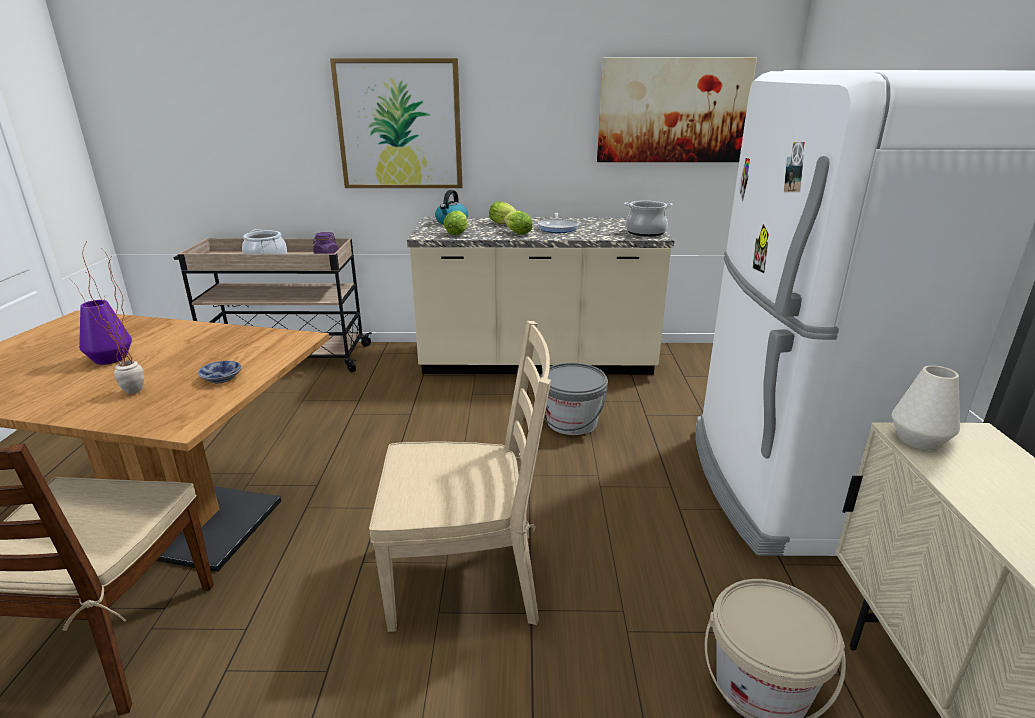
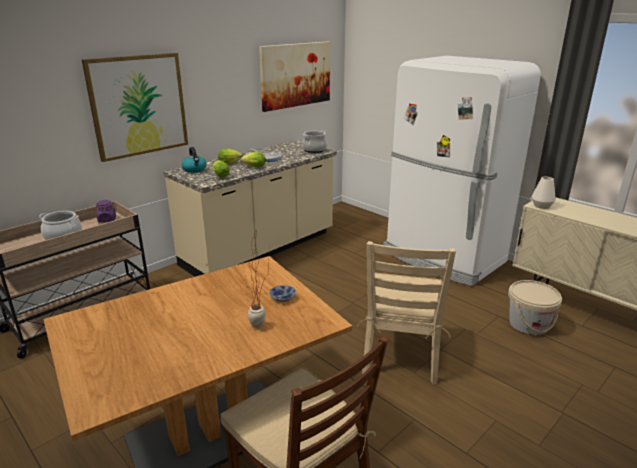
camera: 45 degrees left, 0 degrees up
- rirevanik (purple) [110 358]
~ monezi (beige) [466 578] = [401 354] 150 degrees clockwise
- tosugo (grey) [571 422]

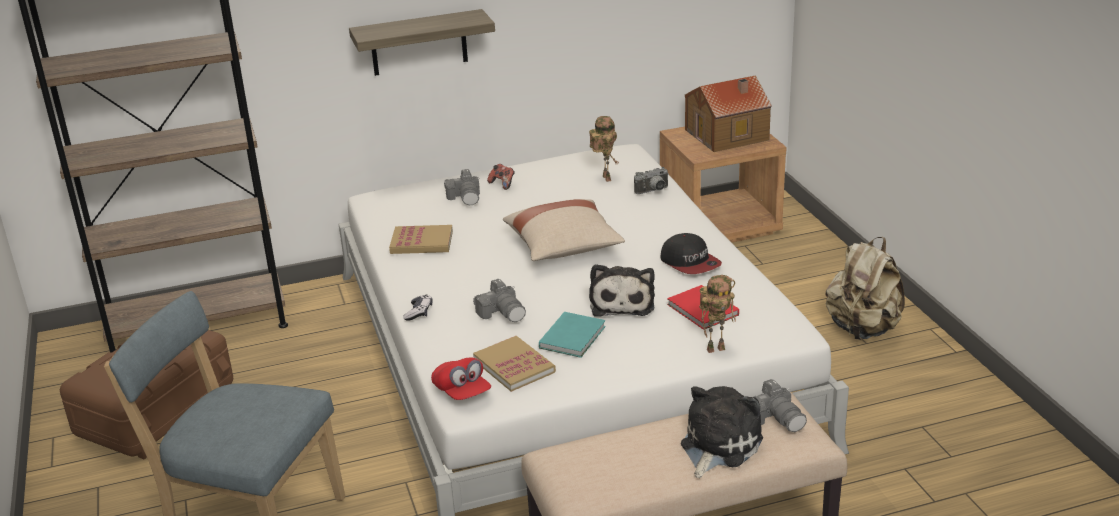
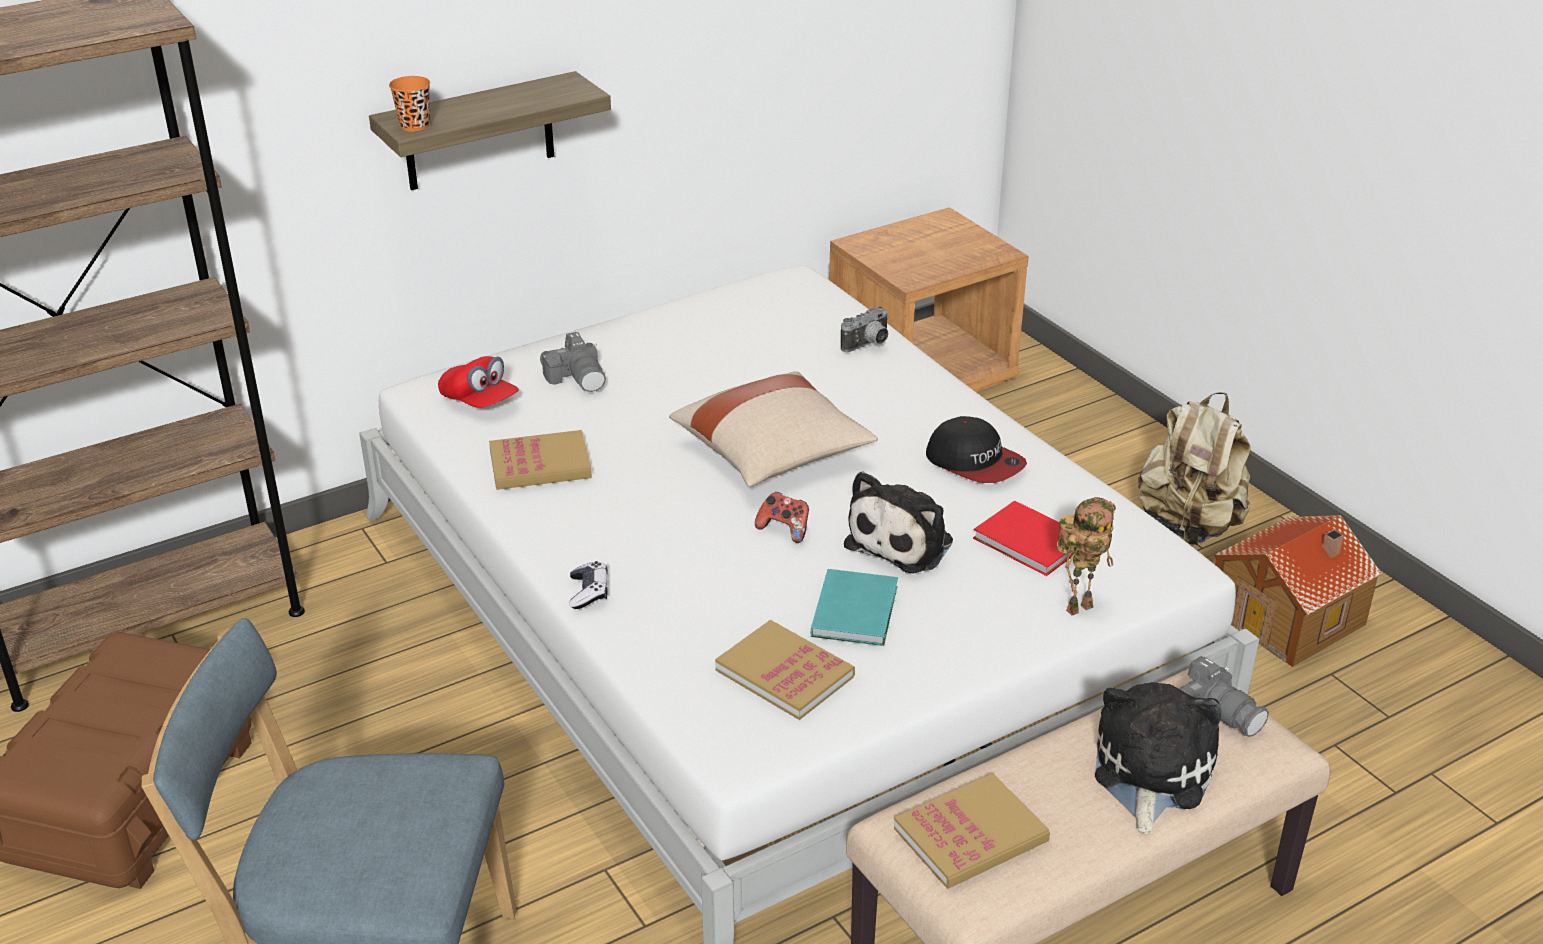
camera: 15 degrees left, 5 degrees up
~ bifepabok [728 135] to [1289 617]
- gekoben [604 178]
~ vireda [502 184] to [784 530]
~ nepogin [622 302] = [903 541] 45 degrees clockwise
- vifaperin [502 313]
~ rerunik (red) [462 392] to [479 401]
+ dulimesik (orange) [414 126]
+ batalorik [971 835]

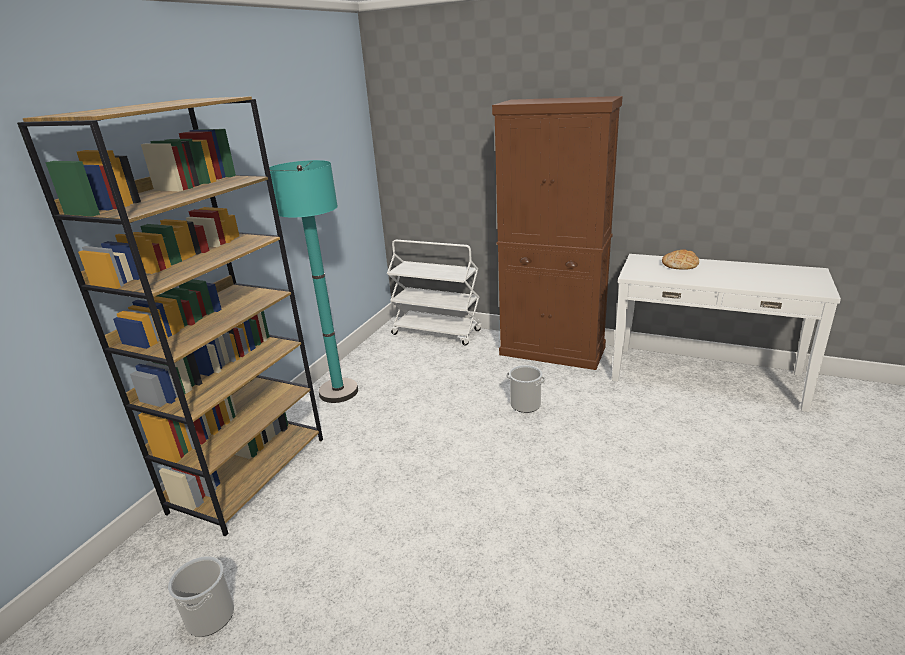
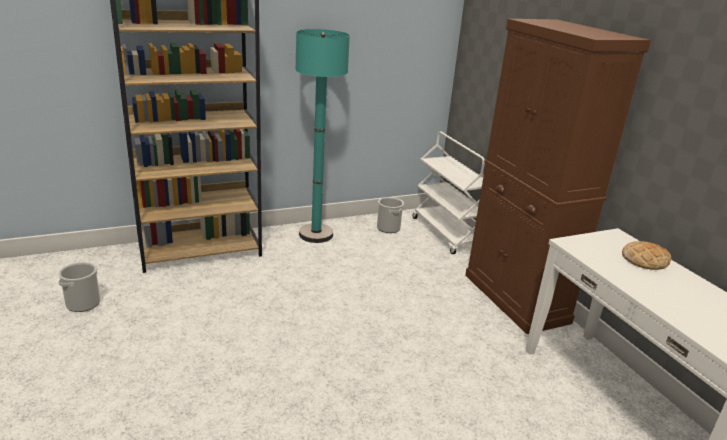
camera: 40 degrees right, 0 degrees up
~ tosugo [525 404] to [388 228]

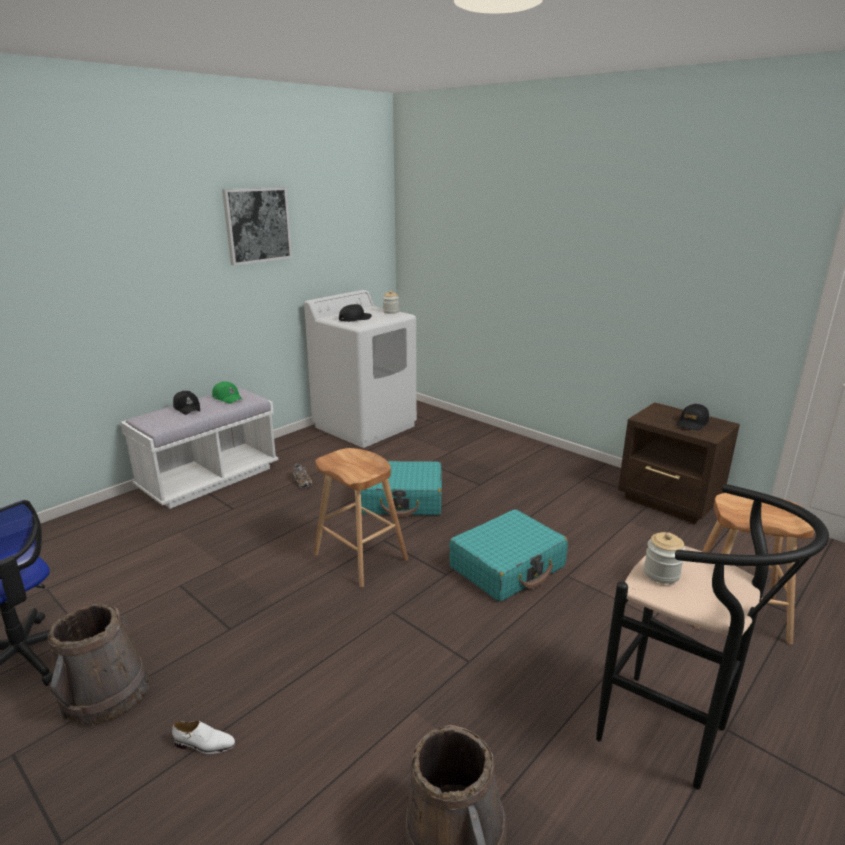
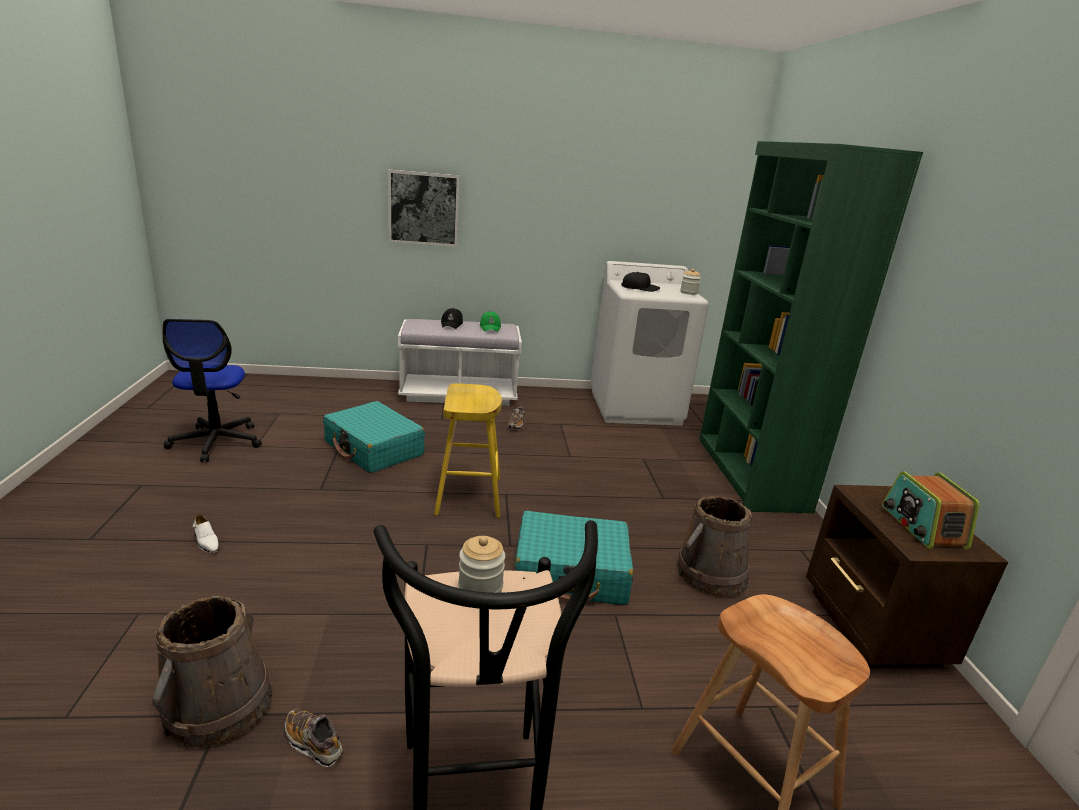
camera: 40 degrees right, 0 degrees up
~ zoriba [257 225] to [423 208]
~ rerunik (black) [692 423] to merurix [922 527]
~ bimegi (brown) [360 557] to bimegi (yellow) [469 495]
~ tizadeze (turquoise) [402 500] to [374 449]
~ tosugo (brown) [105 693] to [711 574]
+ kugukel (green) [750 473]
+ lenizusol [313 743]

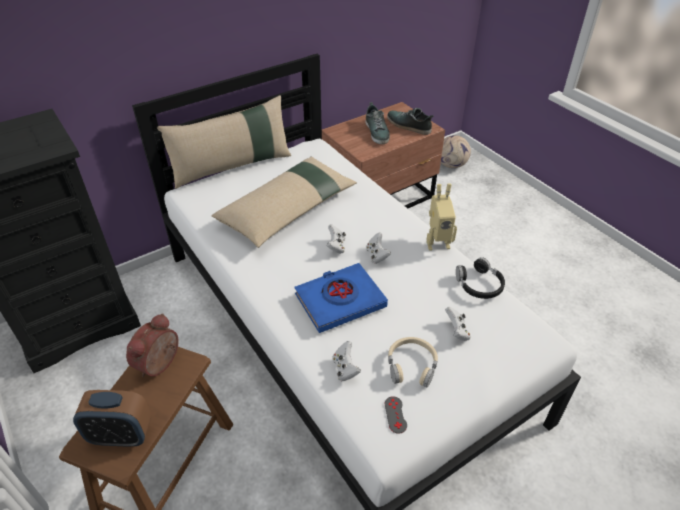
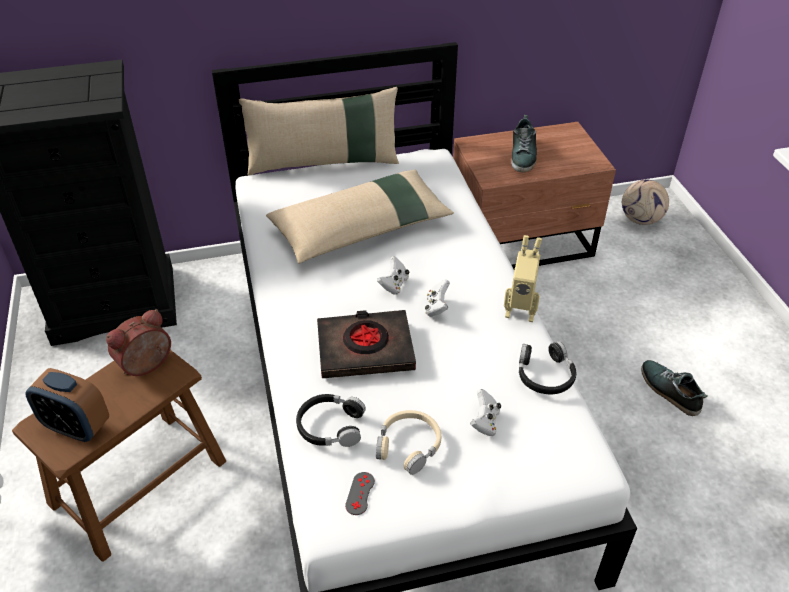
camera: 20 degrees right, 0 degrees up
~ lenizusol [408 125] to [669 391]
~ batalorik (blue) [340 301] to batalorik (black) [365 349]
~ vireda (white) [345 369] to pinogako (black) [330 426]

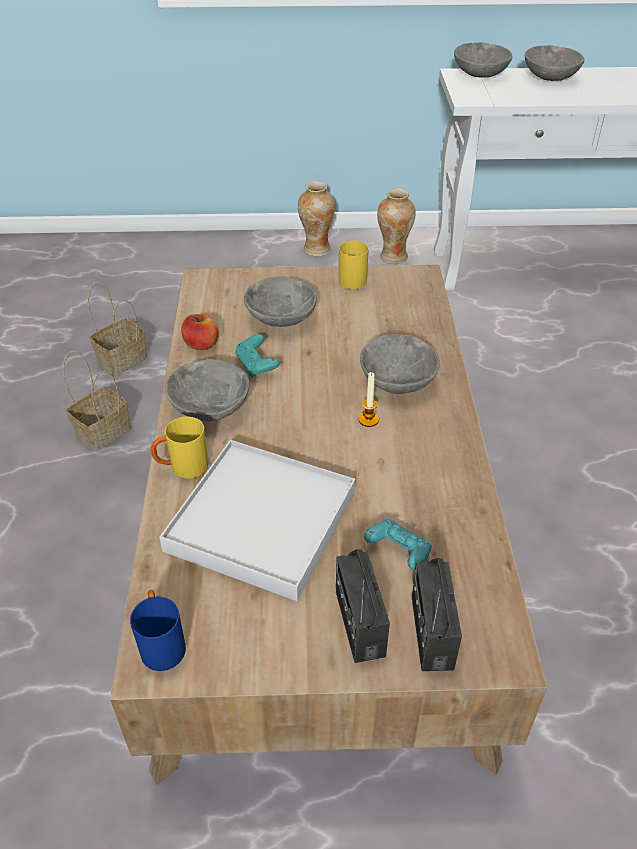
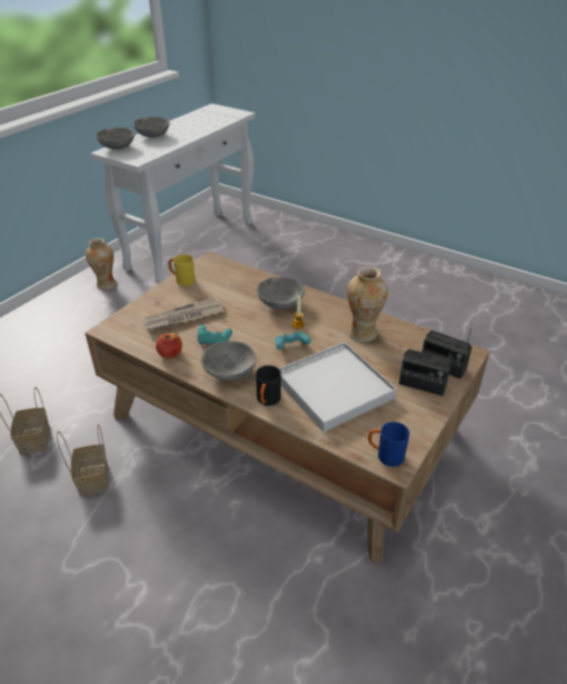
camera: 55 degrees left, 5 degrees down
~ rirevanik [316 249] to [362 333]
~ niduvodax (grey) [280 318] to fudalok [184 317]
~ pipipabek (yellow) [182 468] to pipipabek (black) [267 401]
~ vireda (turquoise) [398 552] to [291 347]

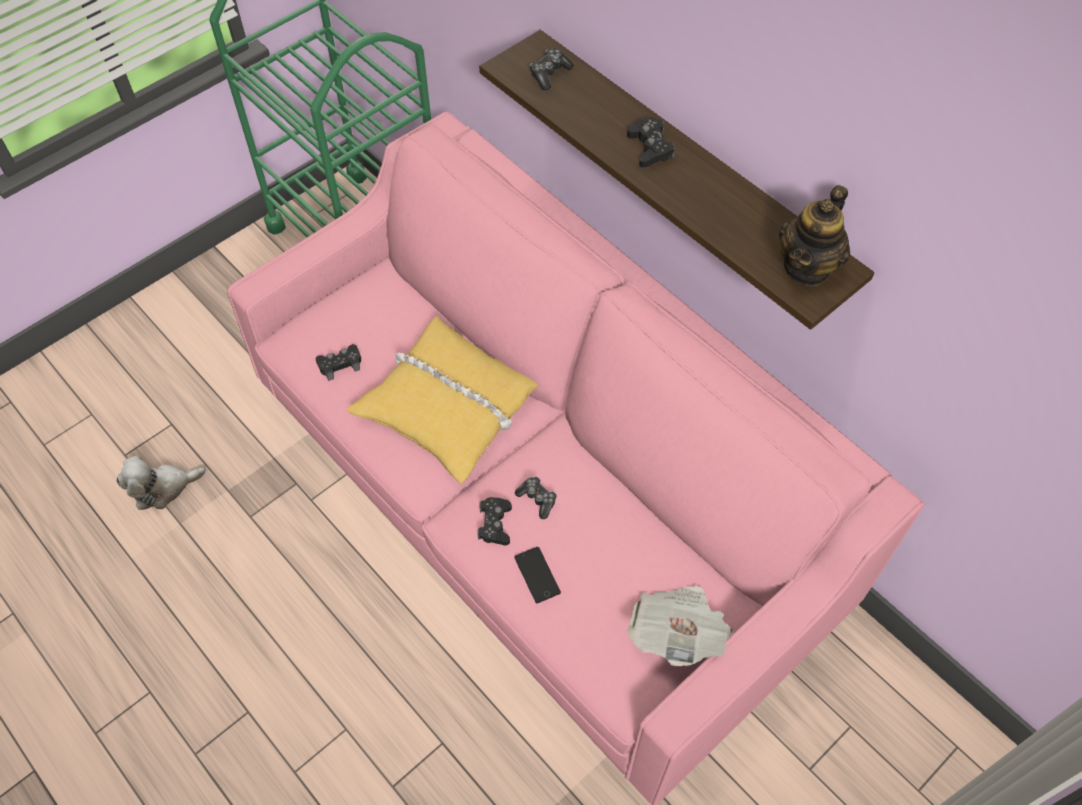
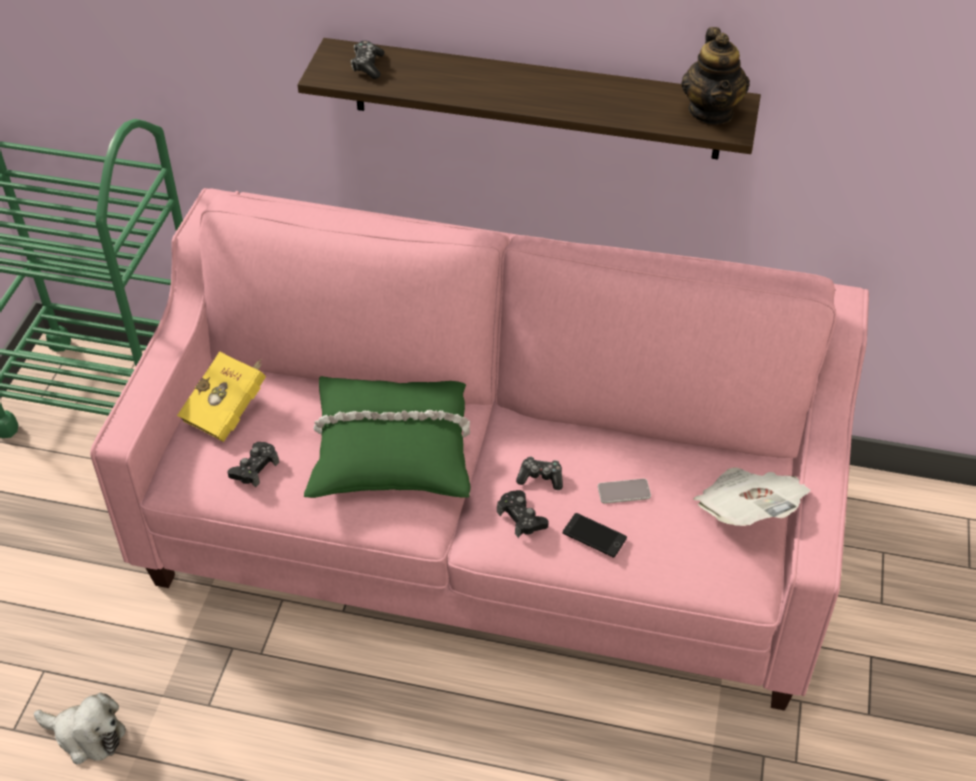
camera: 35 degrees left, 10 degrees down
- vireda (black) [650 148]
~ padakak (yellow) [449 406] to padakak (green) [392 448]
~ nepogin [162 488] = [86 735] 105 degrees counterclockwise
+ batalorik (yellow) [228 409]
+ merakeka [624 492]

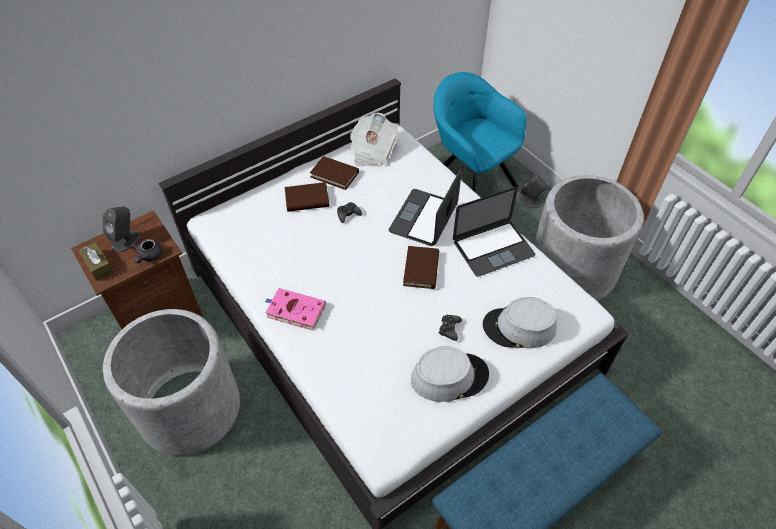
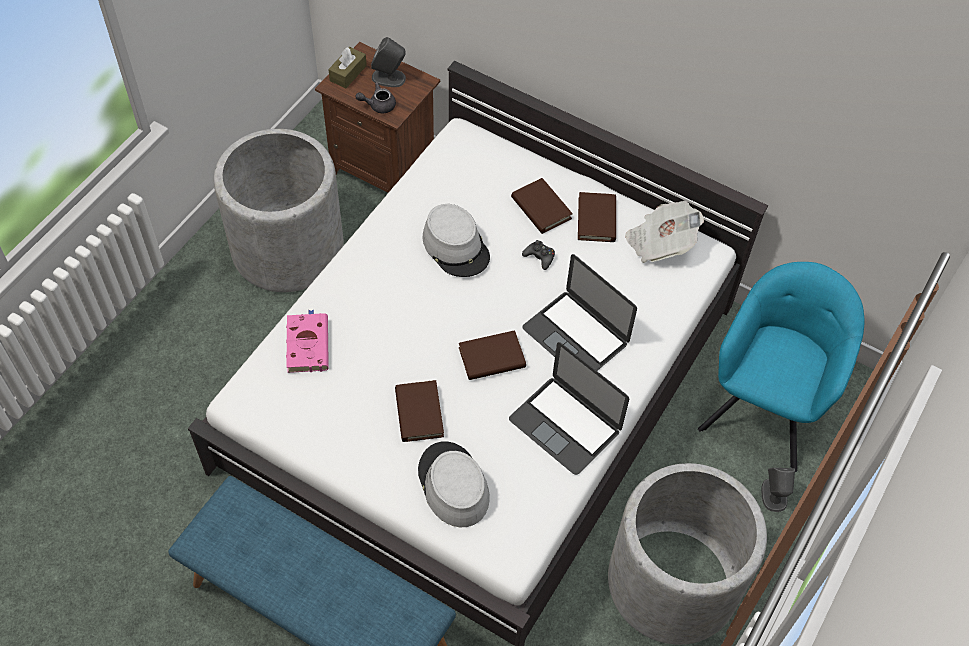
camera: 65 degrees right, 5 degrees up
~ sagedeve [424 218] = [575 335] 135 degrees counterclockwise
~ batalorik (pink) [294 311] to [307 343]
~ vireda (black) [449 329] to batalorik (brown) [419 413]
~ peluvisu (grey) [449 376] to [456 247]

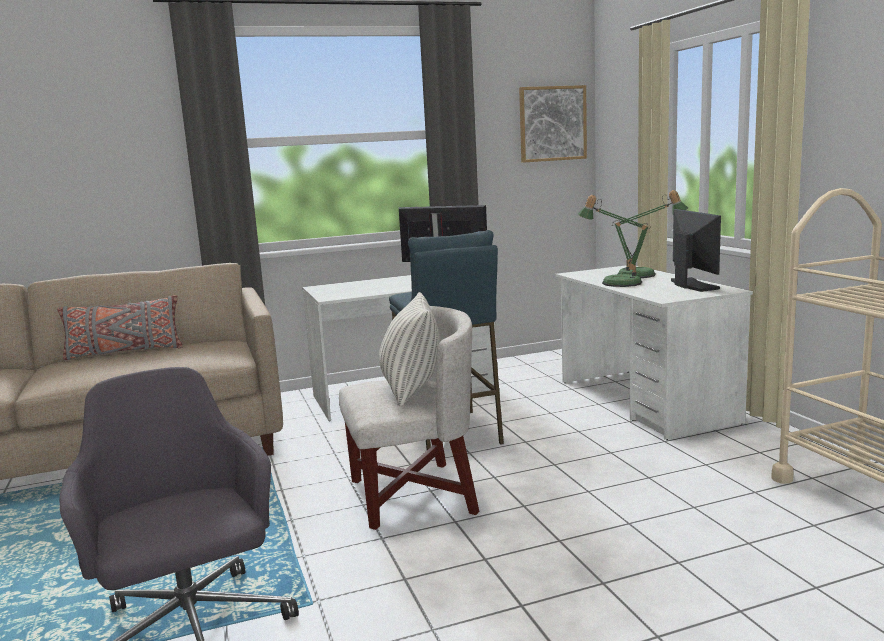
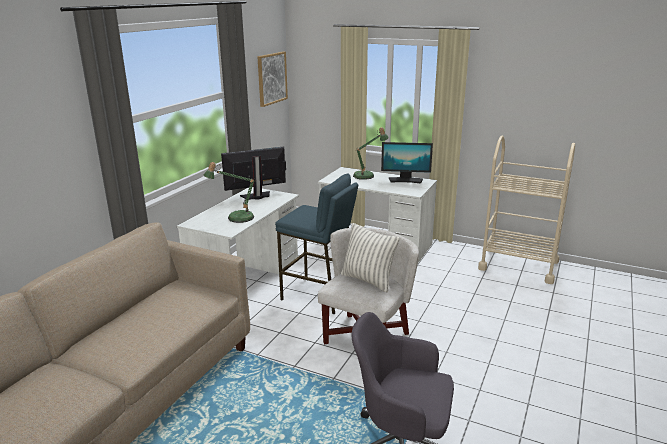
camera: 45 degrees left, 10 degrees up
~ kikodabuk [615 282] to [236 217]
~ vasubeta [692 285] = [405 180] 150 degrees clockwise
- padakak (grey) [124 352]

